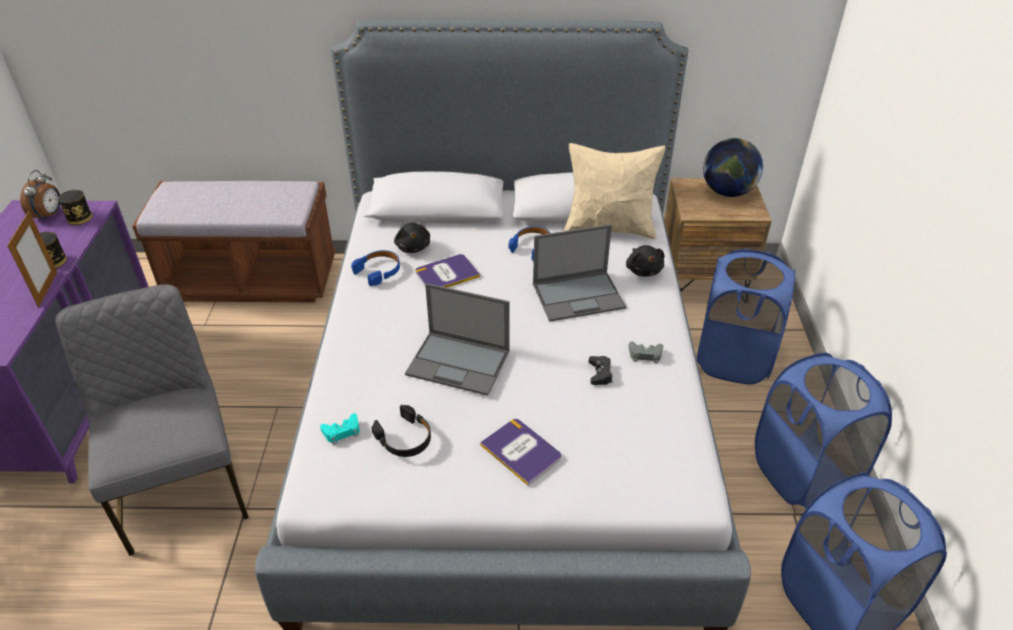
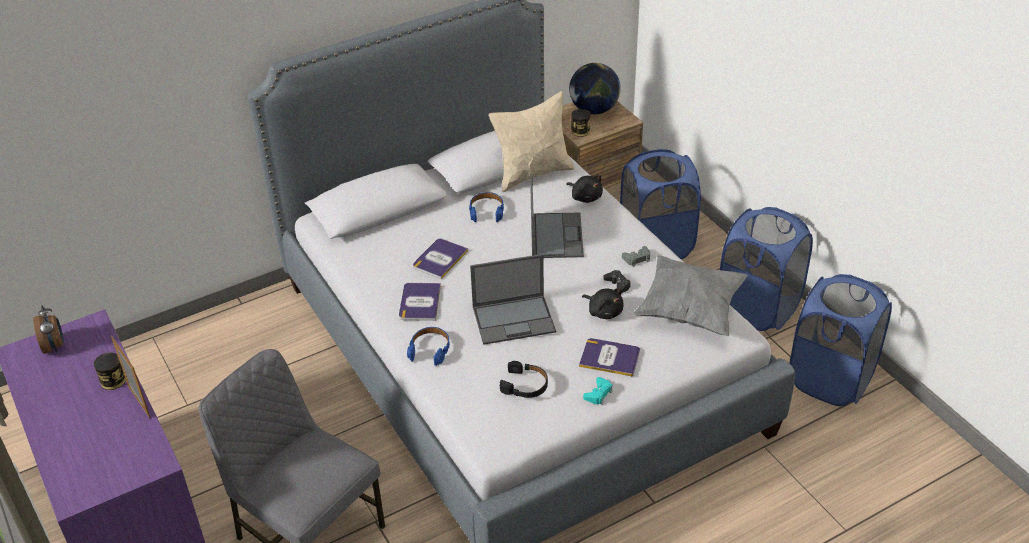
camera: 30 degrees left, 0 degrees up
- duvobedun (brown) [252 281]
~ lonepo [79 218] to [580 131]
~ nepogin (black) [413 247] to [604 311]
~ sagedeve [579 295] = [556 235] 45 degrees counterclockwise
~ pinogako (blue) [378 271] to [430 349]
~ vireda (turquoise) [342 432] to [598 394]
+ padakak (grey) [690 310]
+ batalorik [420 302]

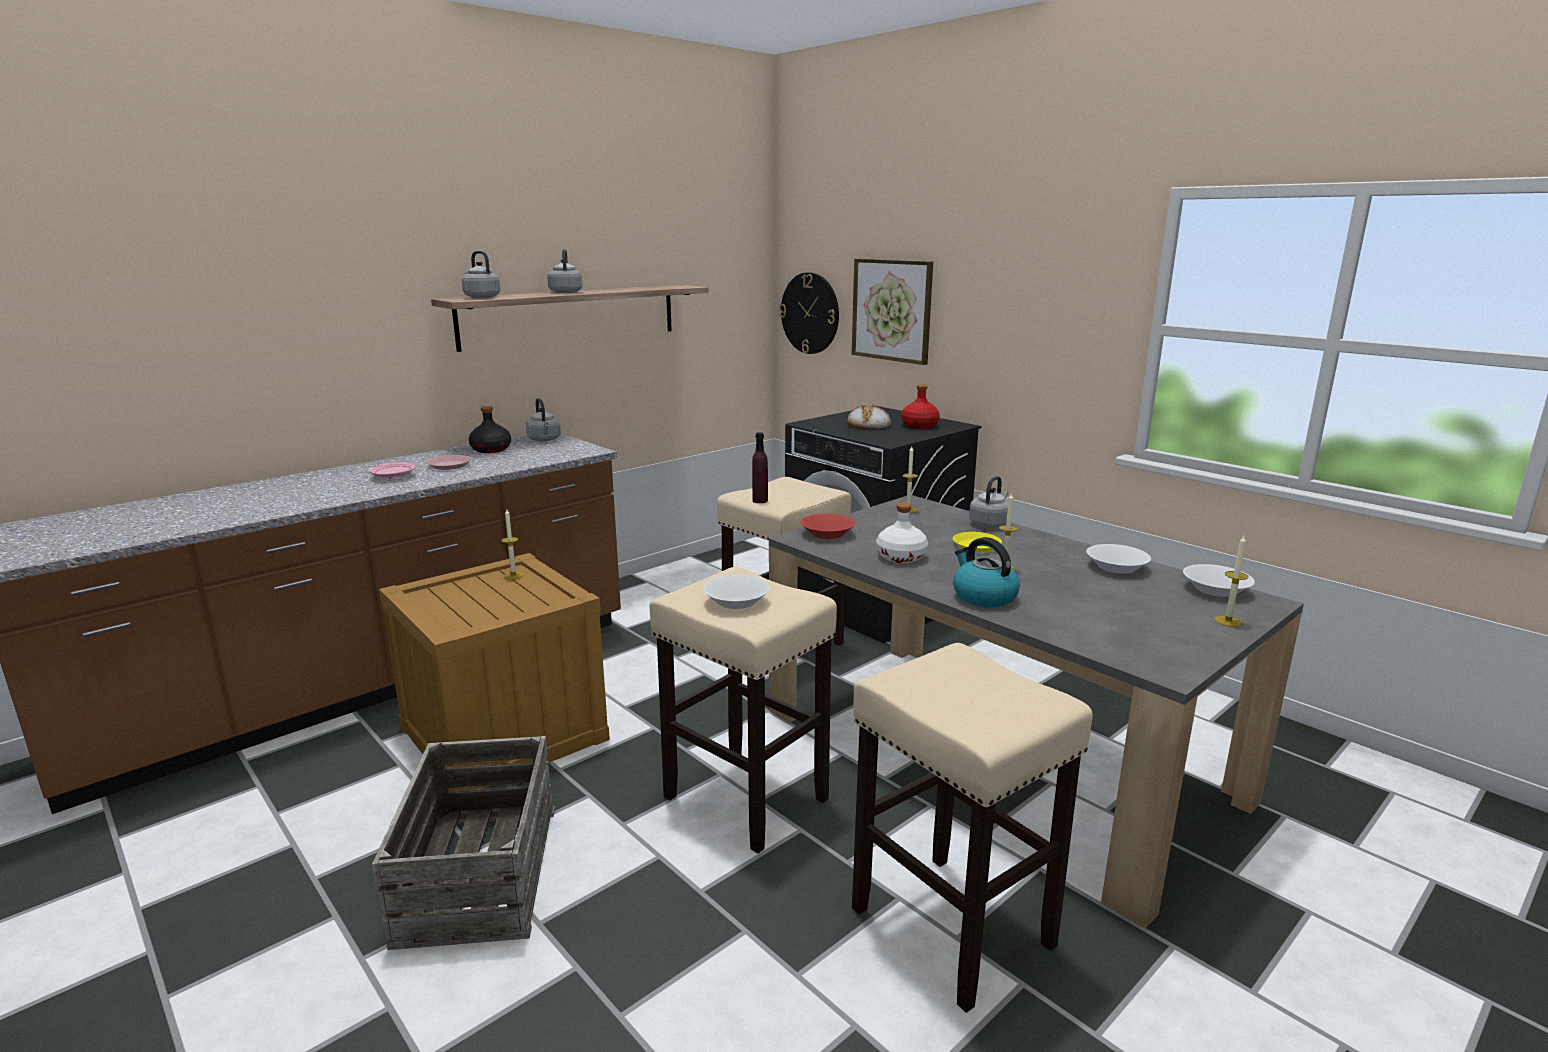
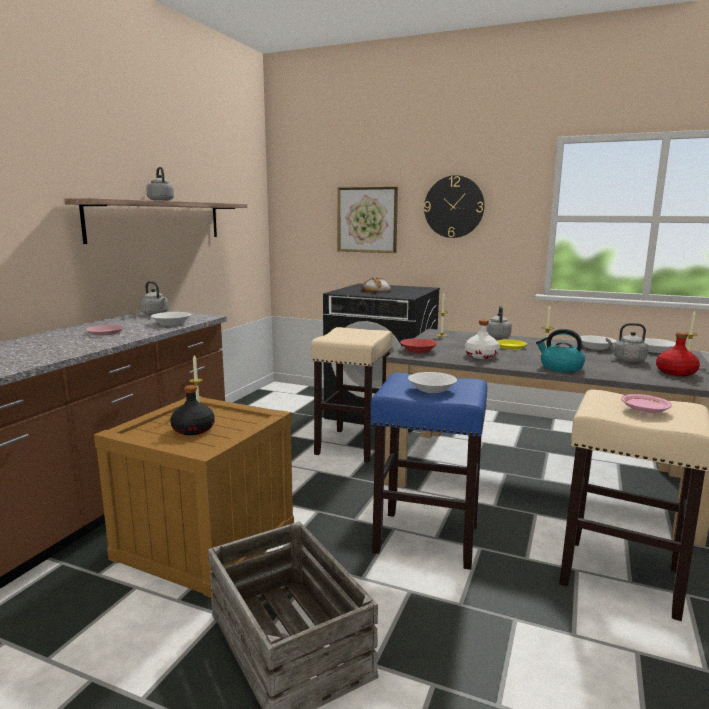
camera: 25 degrees left, 5 degrees down
~ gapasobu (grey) [481 297] to [627 360]
~ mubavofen [810 313] to [454 207]
~ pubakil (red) [919 425] to [675 372]
~ pubakil (black) [491 450] to [194 430]
- pubakil (purple) [760 501]
~ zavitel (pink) [393 476] to [644 410]
~ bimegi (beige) [744 797] to bimegi (blue) [425 538]
+ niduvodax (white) [171 323]

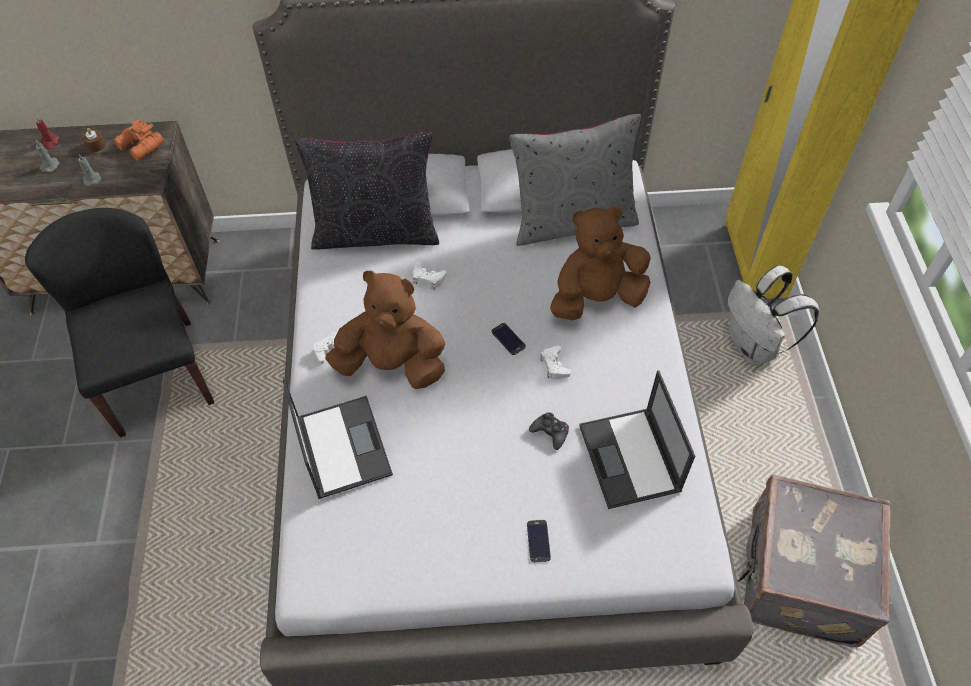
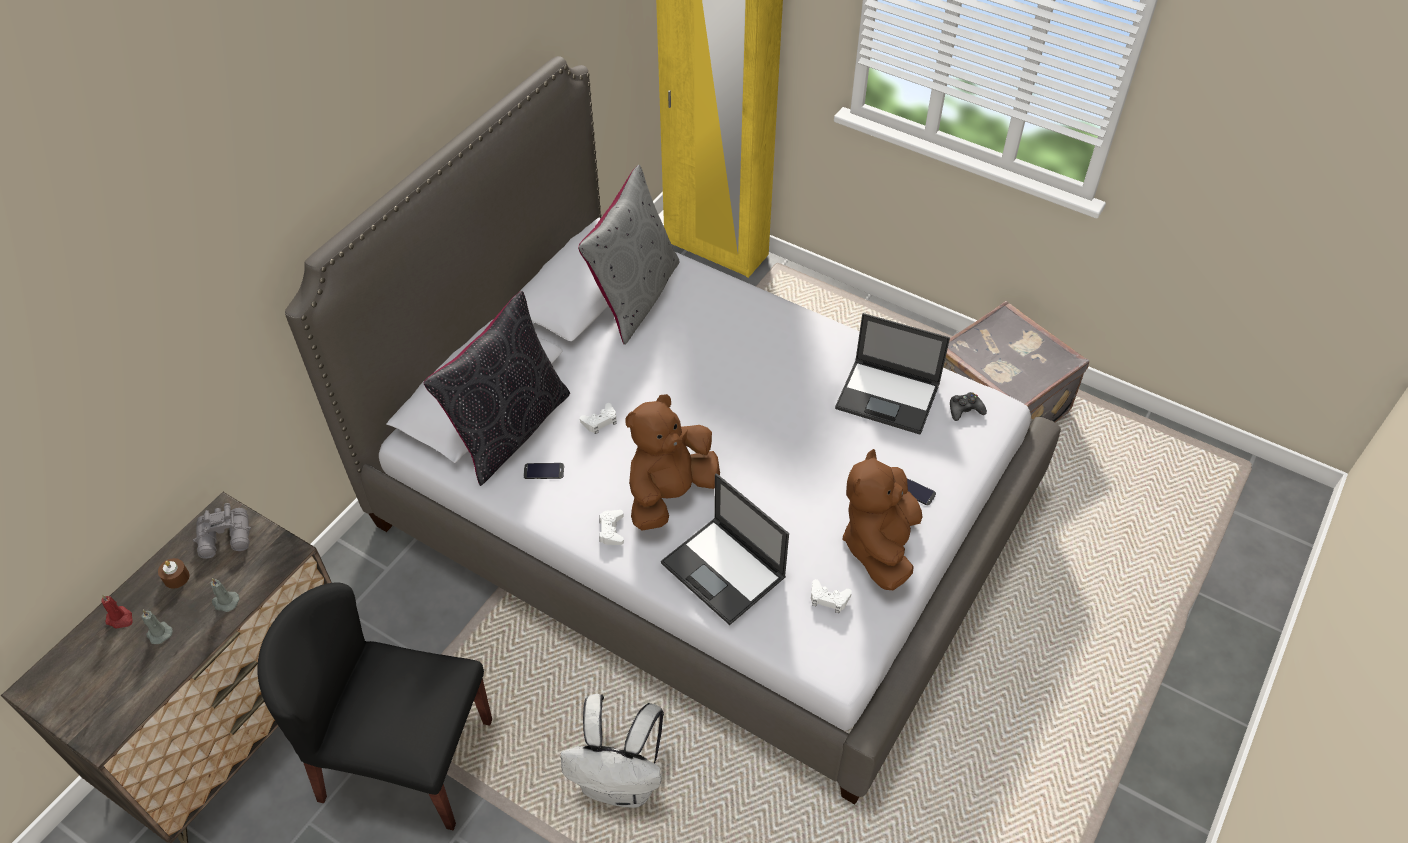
camera: 55 degrees left, 5 degrees down
~ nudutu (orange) [141 147] to nudutu (grey) [226 539]
~ nepogin (brown) [596 298] to [880 545]
~ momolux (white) [754 346] to [621 783]
~ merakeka [508 339] to [544 471]
~ vireda (white) [554 365] to [828 599]
~ sagedeve [342 446] = [724 571] 150 degrees counterclockwise
~ vireda (black) [550 432] to [965 410]

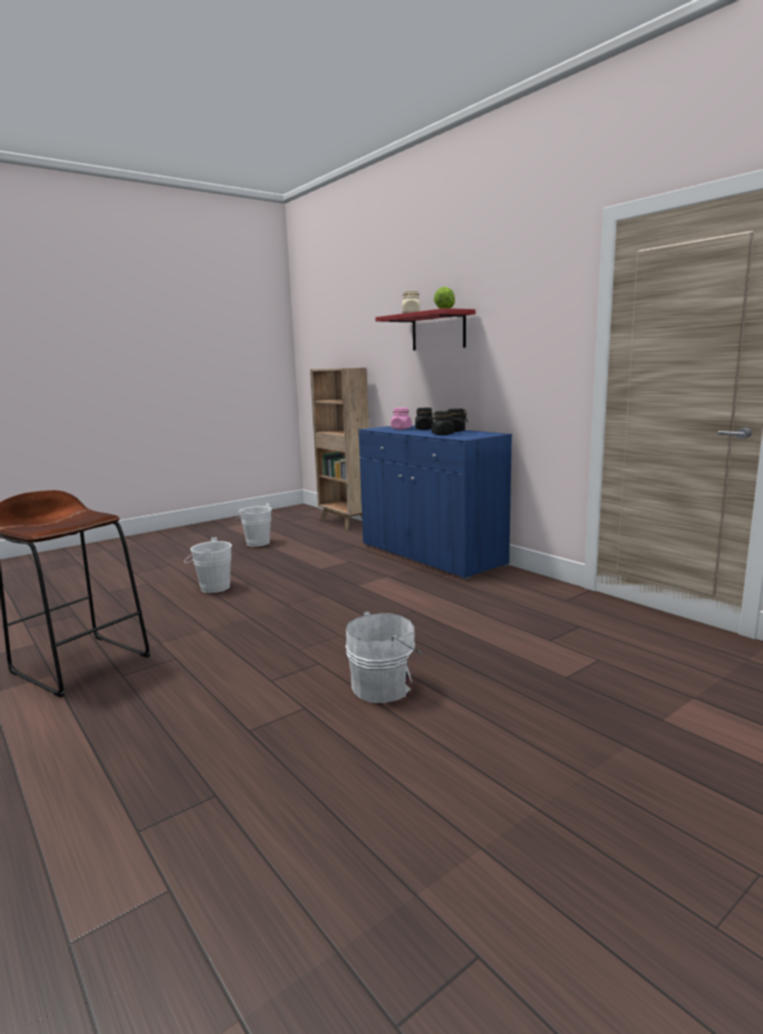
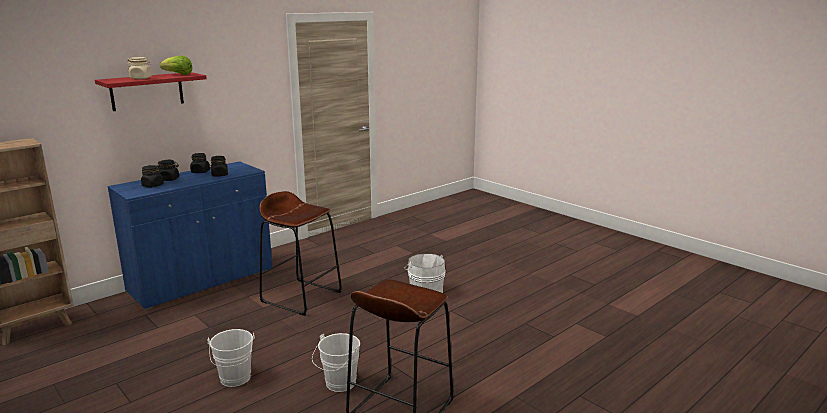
camera: 95 degrees left, 5 degrees up
~ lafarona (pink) [401 428] to lafarona (black) [153 185]
~ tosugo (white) [256 542] to [338 384]
+ bimegi (brown) [301 296]

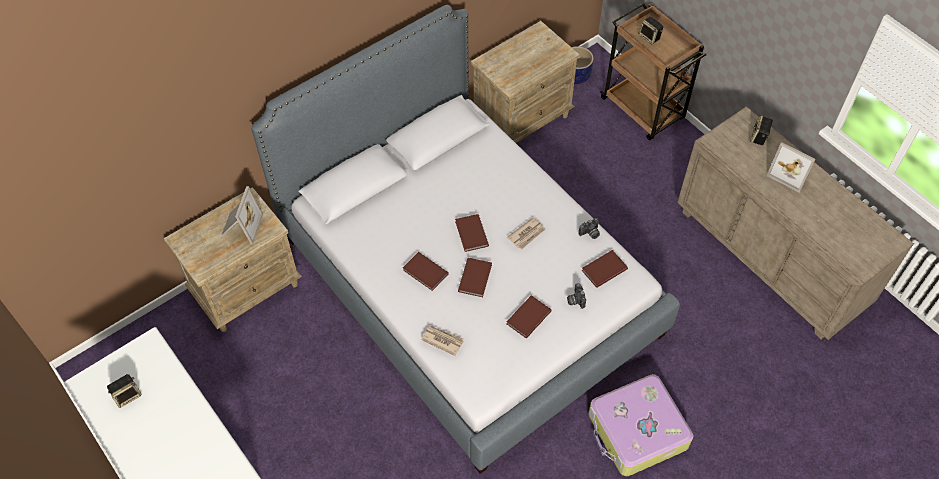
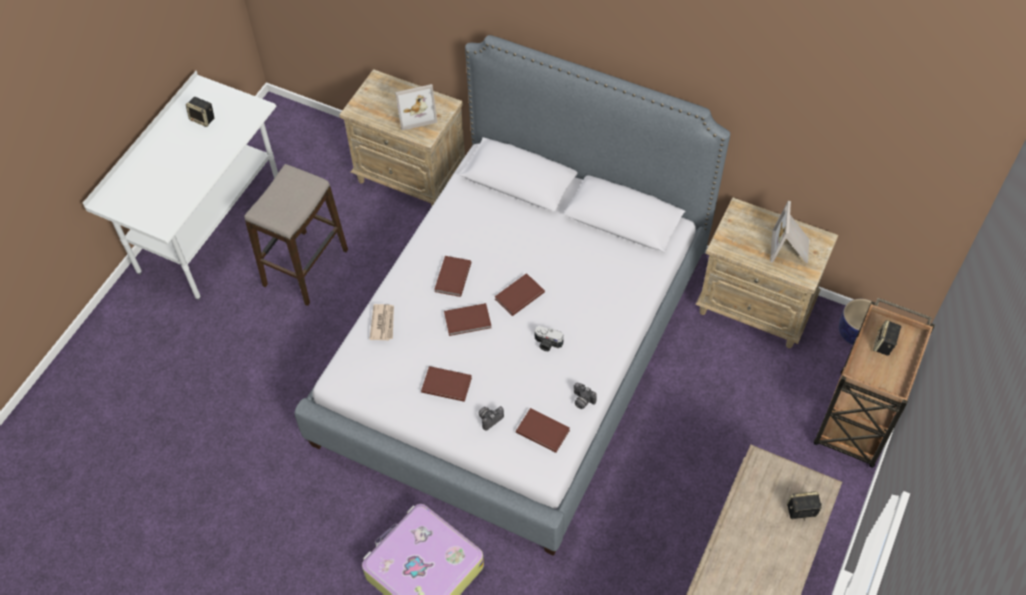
camera: 65 degrees right, 0 degrees up
~ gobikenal [790 173] to [790 248]
~ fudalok [527 234] to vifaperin [547 344]
+ bimegi [306 268]

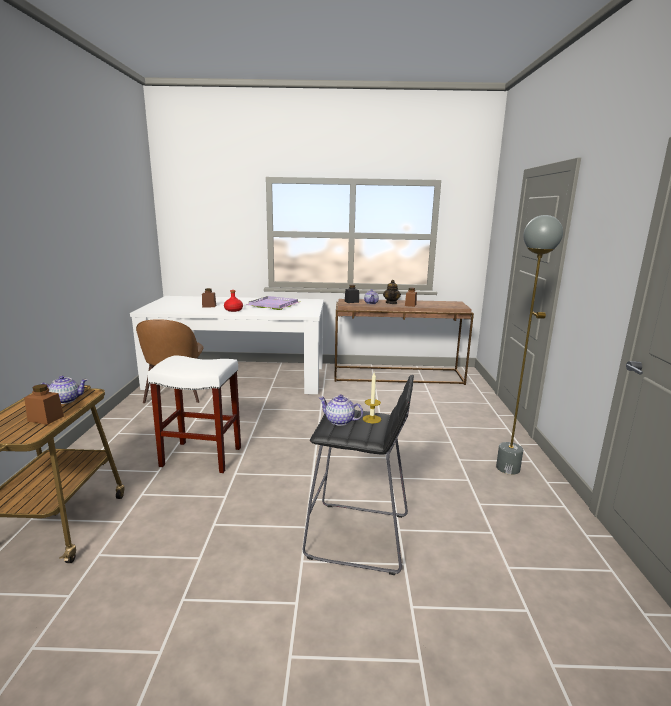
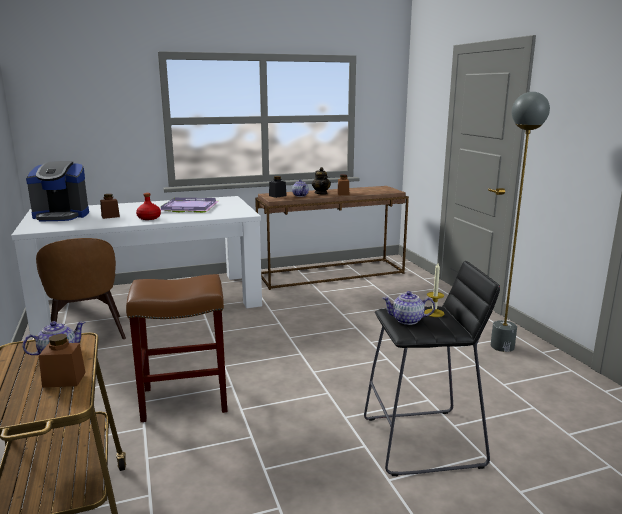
camera: 20 degrees left, 0 degrees up
~ bimegi (white) [200 457] to bimegi (brown) [183 400]
+ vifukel [61 216]

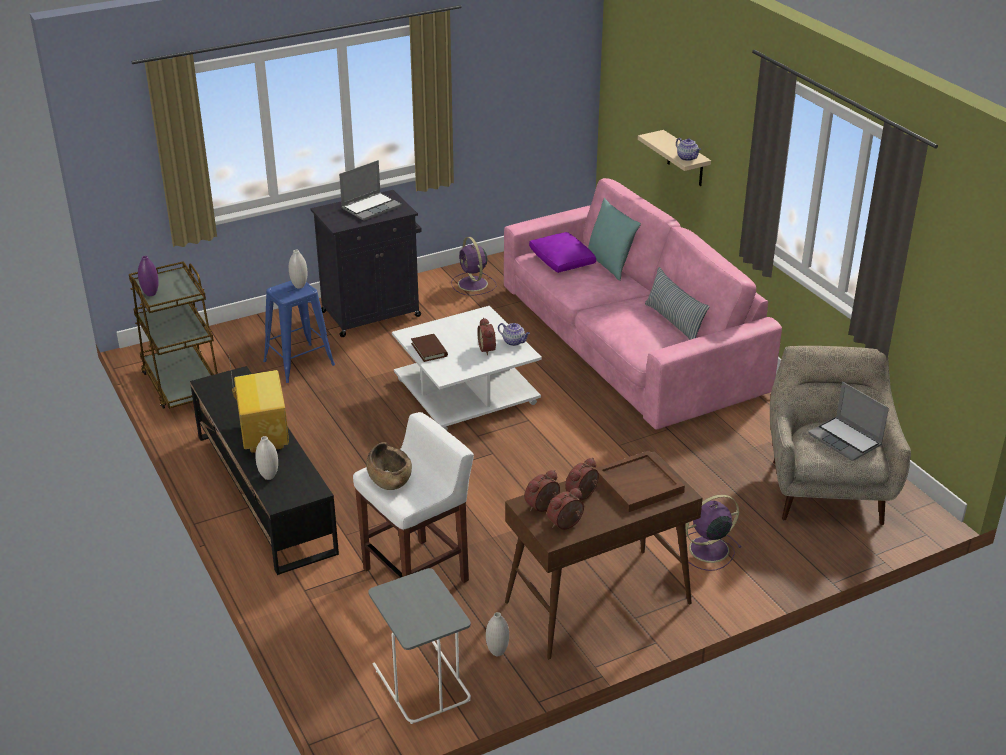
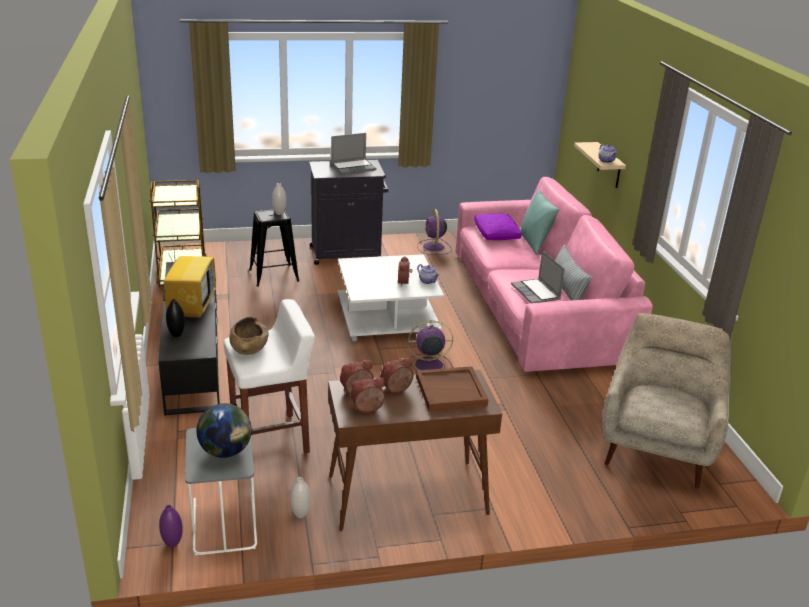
camera: 15 degrees right, 5 degrees down
~ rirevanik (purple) [151 294] to [172 543]
~ bimegi (blue) [299 363] to bimegi (black) [274 275]
- batalorik (brown) [429 350]
~ sagedeve [846 440] to [536 292]
~ rirevanik (white) [269 476] to rirevanik (black) [176 334]
~ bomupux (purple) [707 550] to [427 365]
+ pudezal [226 451]

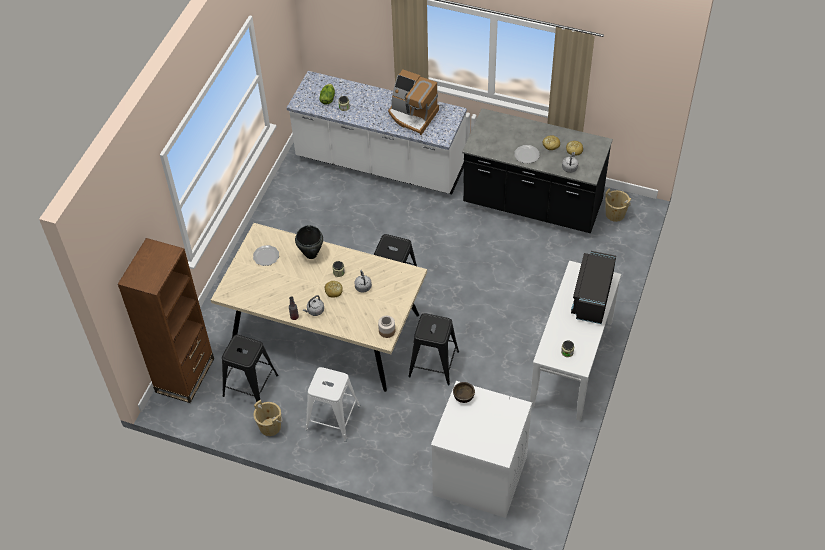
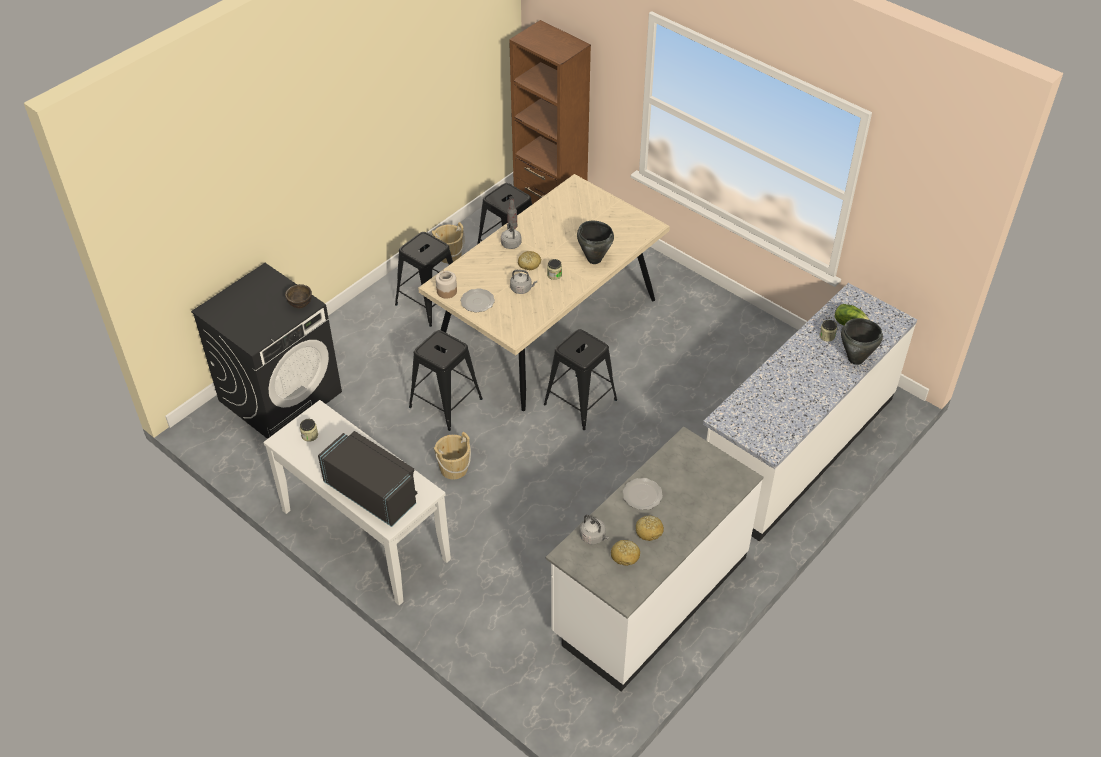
camera: 110 degrees right, 5 degrees down
- vifukel [412 115]
~ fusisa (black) [532 204] to fusisa (white) [649 595]
~ tosugo (beige) [615 214] to [454 468]
~ zavitel [266 256] to [478 301]
~ bimegi (white) [333 418] to bimegi (black) [429 302]
~ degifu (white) [479 475] to degifu (black) [280 396]
+ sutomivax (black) [856 359]

